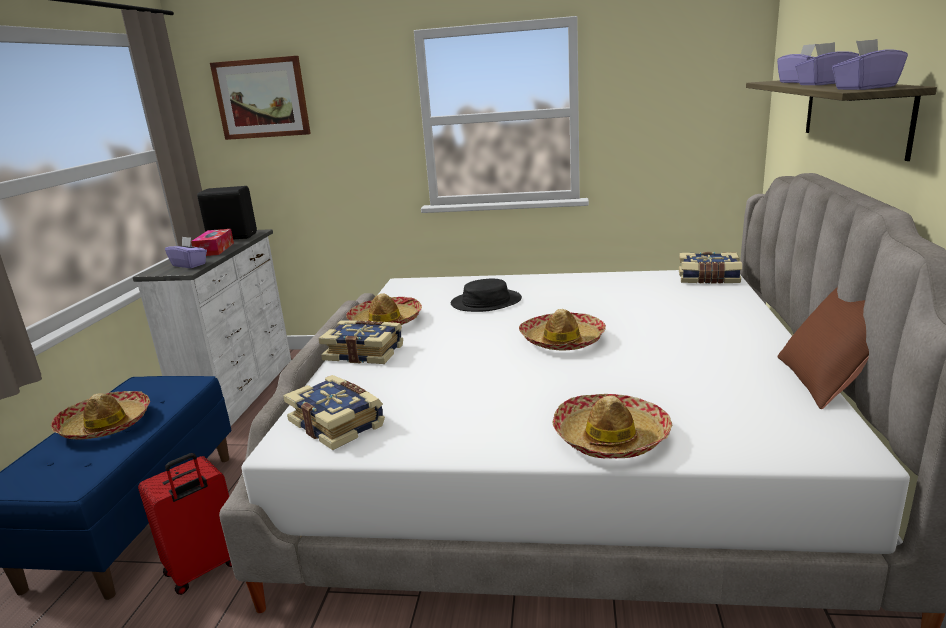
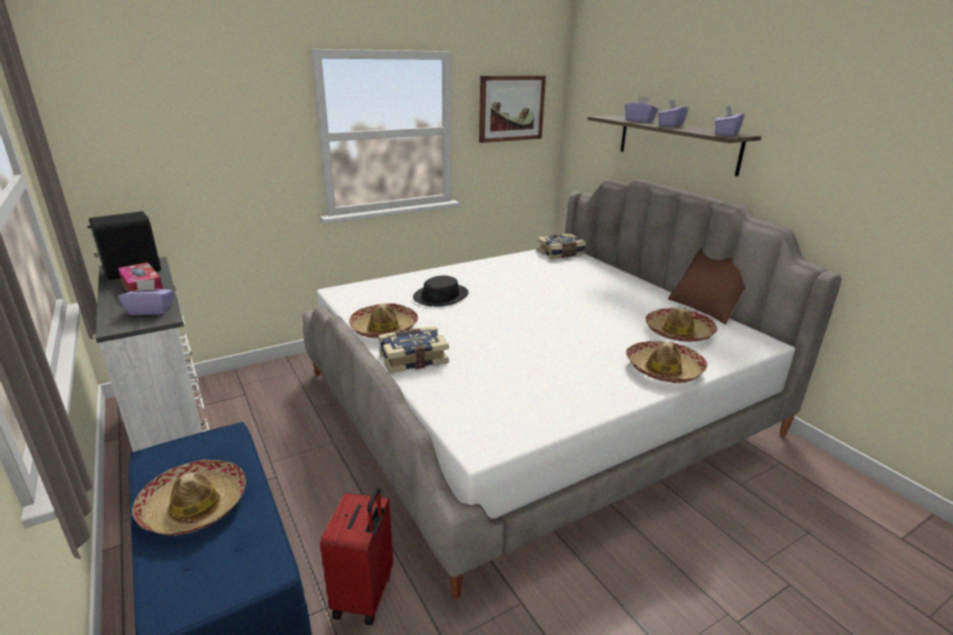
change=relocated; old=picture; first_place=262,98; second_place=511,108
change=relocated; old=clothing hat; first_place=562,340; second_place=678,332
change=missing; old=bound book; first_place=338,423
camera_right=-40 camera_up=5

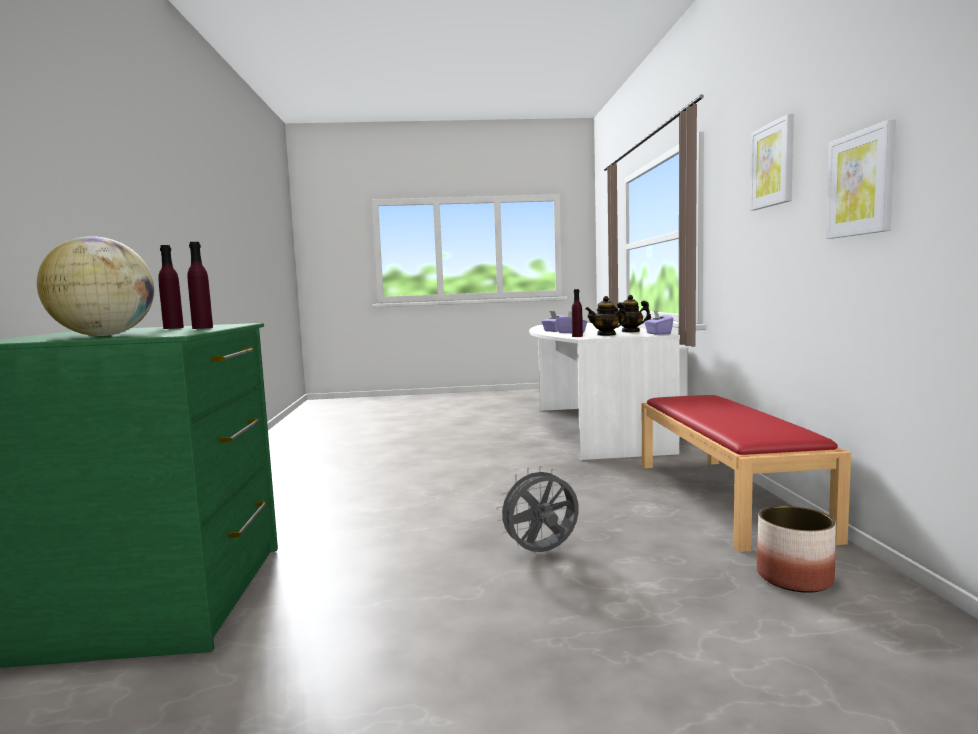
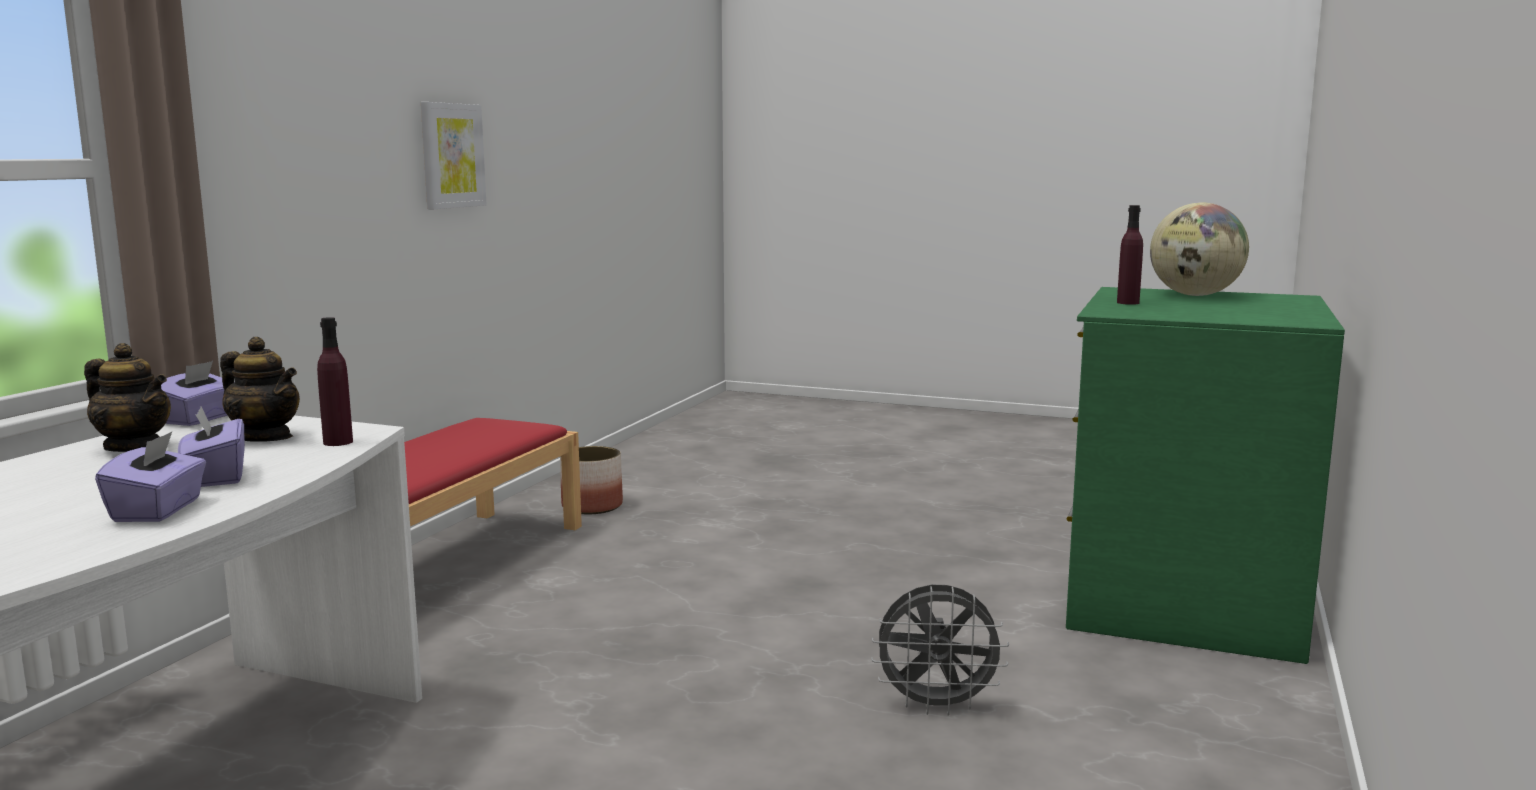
change=missing; old=picture; first_place=773,165
change=missing; old=purplish beverage bottle; first_place=173,328
change=relocated; old=greyish electric fan; first_place=541,553; second_place=937,706
camera_right=-155 camera_up=5

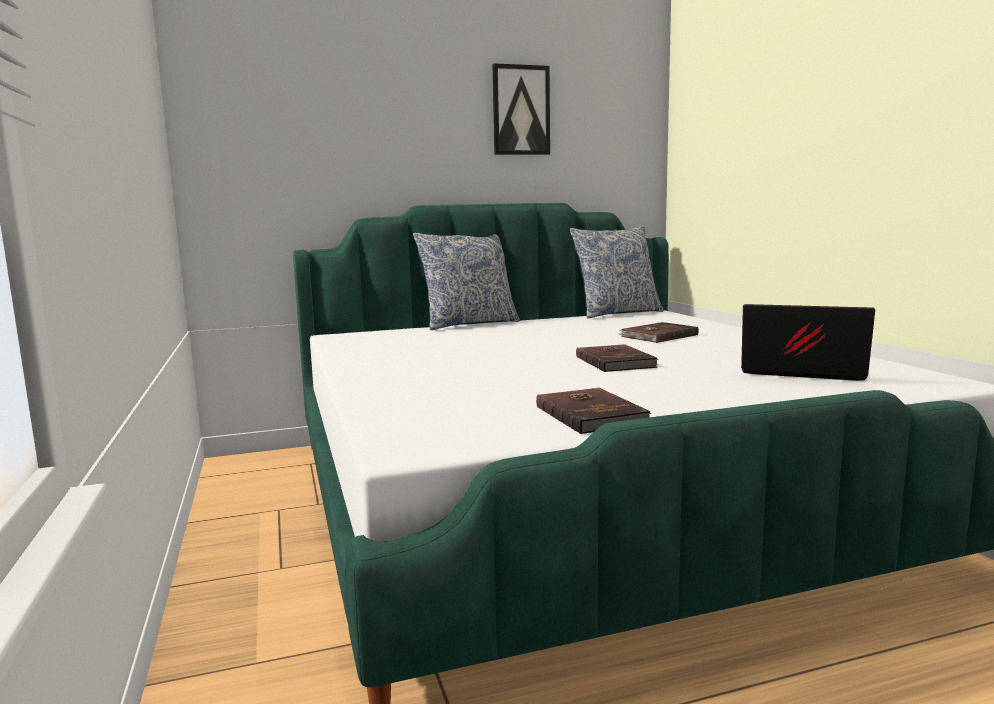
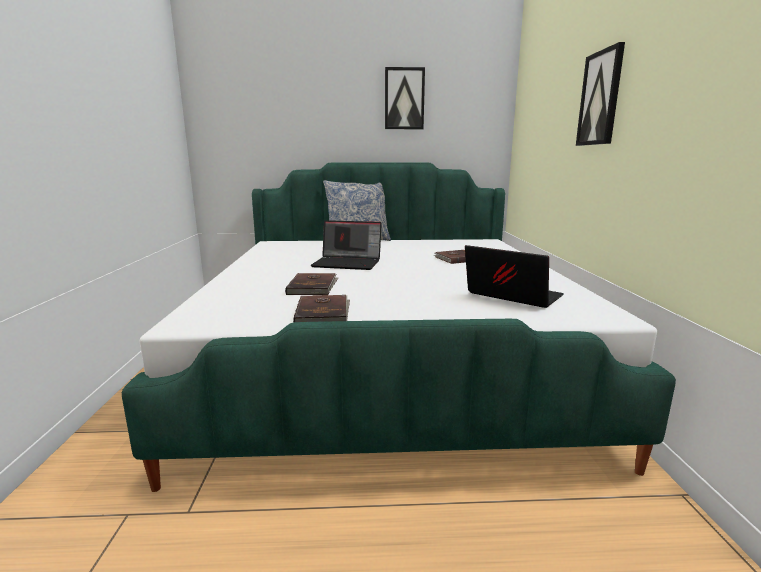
change=missing; old=throw pillow; first_place=616,313
change=relocated; old=brown bound book; first_place=616,362; second_place=313,286
change=appeared; new=picture; second_place=600,98
change=appeared; new=portable computer; second_place=348,263
camera_right=15 camera_up=5

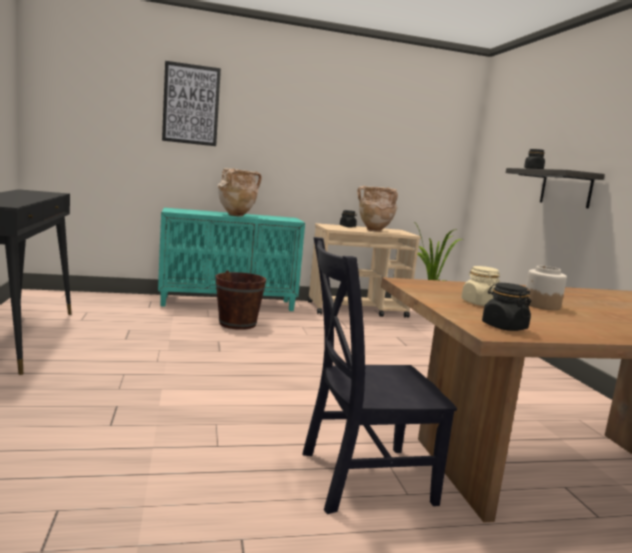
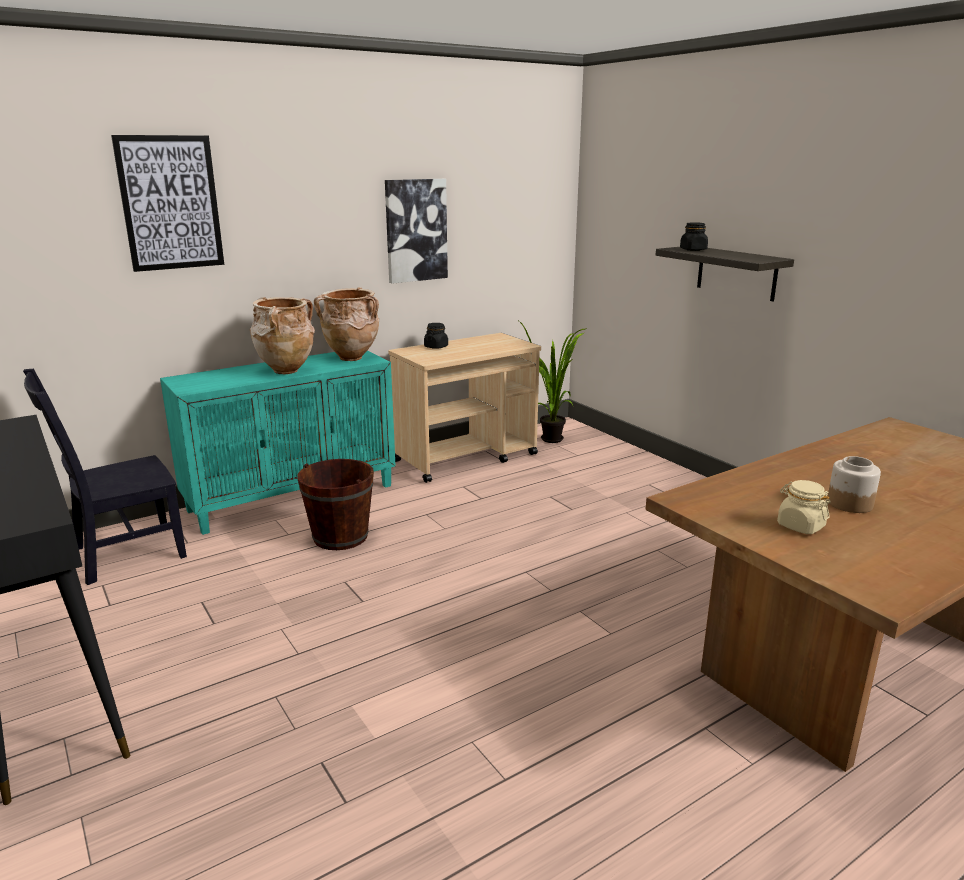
change=relocated; old=beige-coloured decorative vase; first_place=375,230; second_place=352,358
change=relocated; old=black chair; first_place=360,477; second_place=123,554
change=missing; old=black storage jar; first_place=504,327
change=appeared; new=picture; second_place=415,230
camera_right=-20 camera_up=10

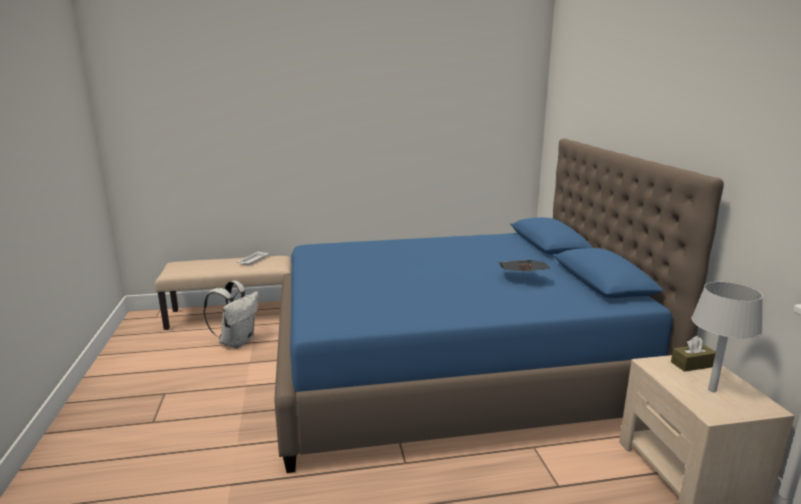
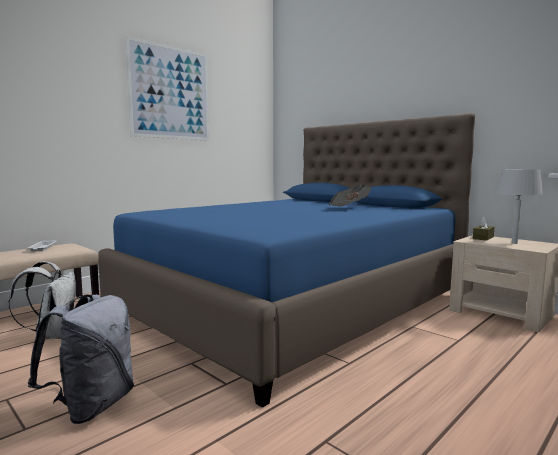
change=appeared; new=picture; second_place=170,93
change=appeared; new=greyish backpack; second_place=92,406
camera_right=-35 camera_up=-10

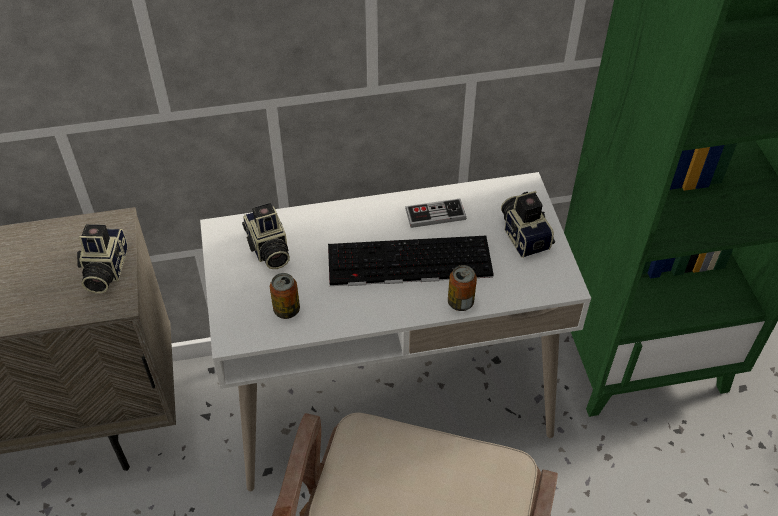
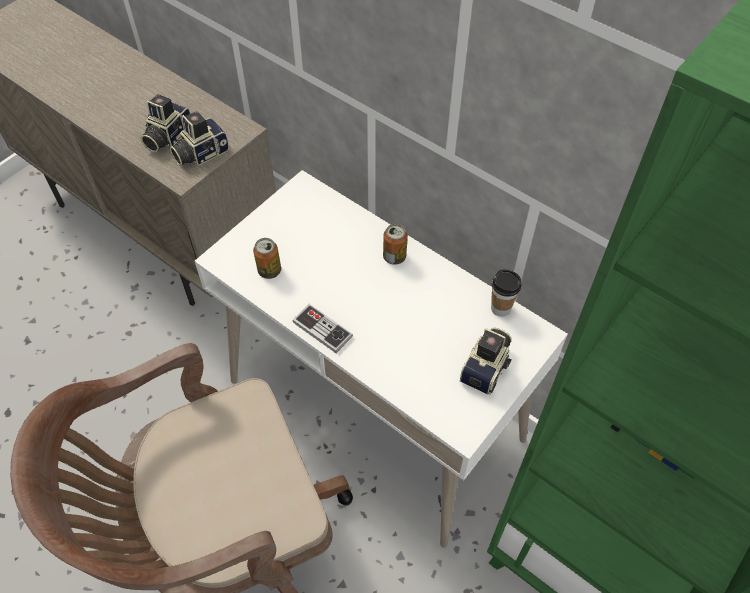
change=relocated; old=gamepad; first_place=435,214; second_place=322,329
change=relocated; old=photo camera; first_place=268,249; second_place=167,136
change=missing; old=computer keyboard; first_place=407,263
change=relocated; old=sealed can; first_place=460,302; second_place=394,257
change=appeared; new=small cup; second_place=500,308
camera_right=50 camera_up=5

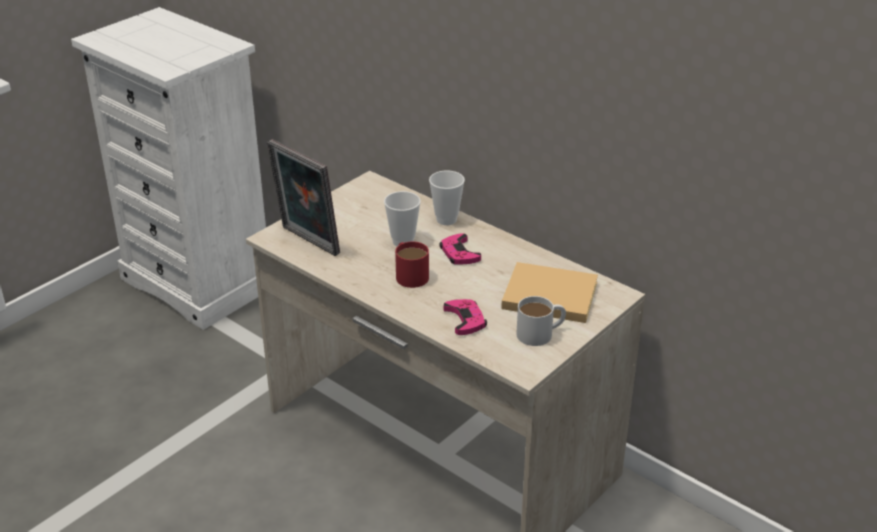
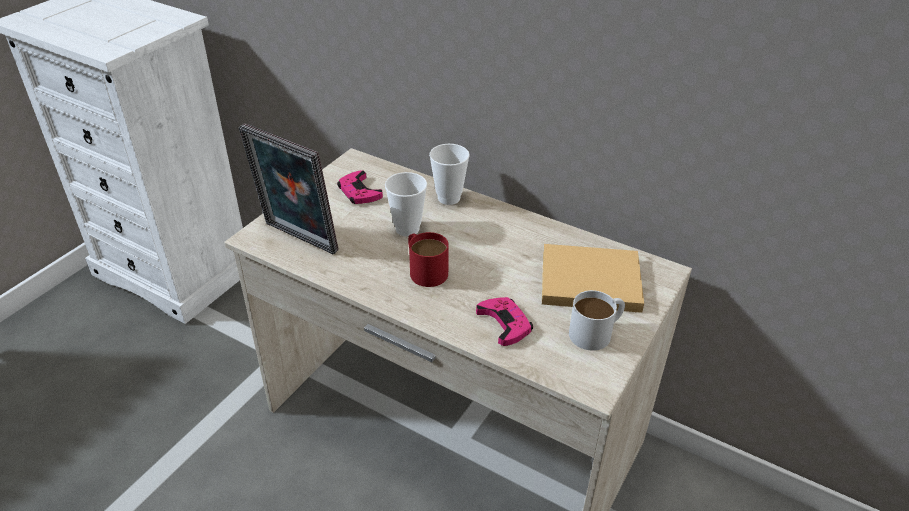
change=relocated; old=pinkish gamepad; first_place=459,253; second_place=359,192
camera_right=-10 camera_up=5

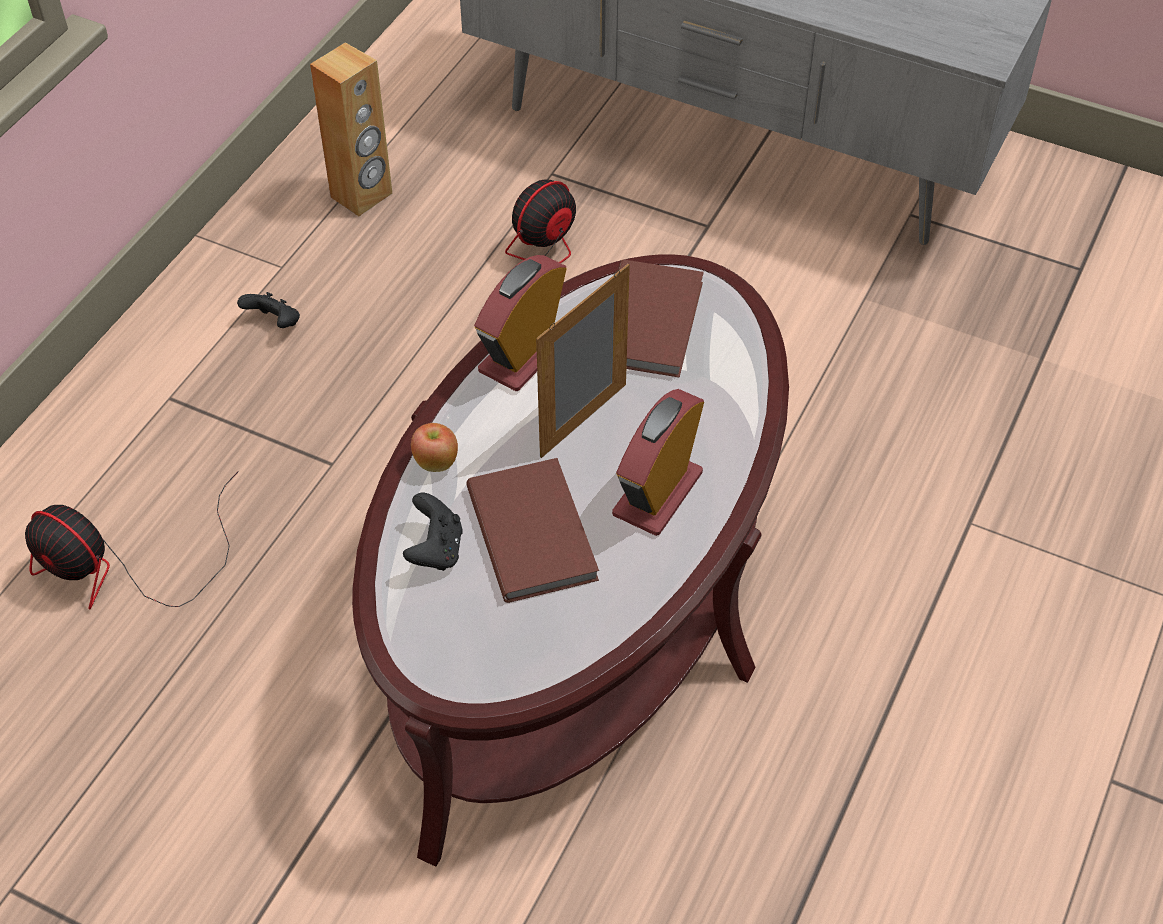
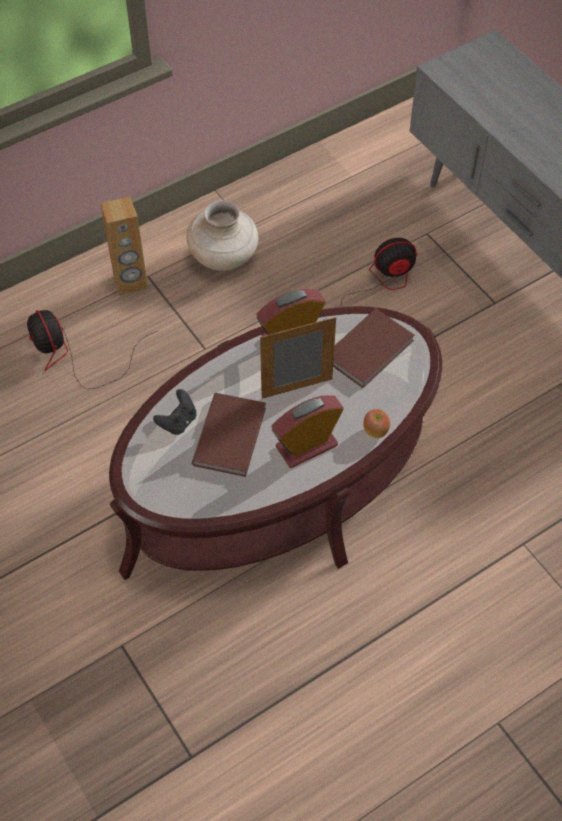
change=relocated; old=brown loudspeaker; first_place=362,195; second_place=131,283
change=exchanged; old=black gamepad; new=beige-coloured decorative vase; first_place=274,323; second_place=224,258
change=relocated; old=apple; first_place=436,462; second_place=376,431
camera_right=30 camera_up=5

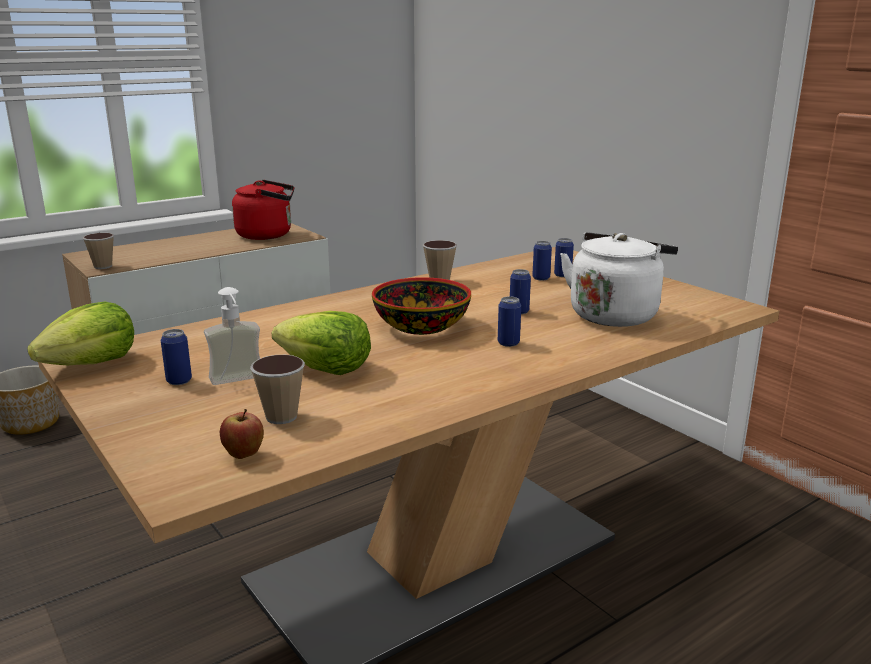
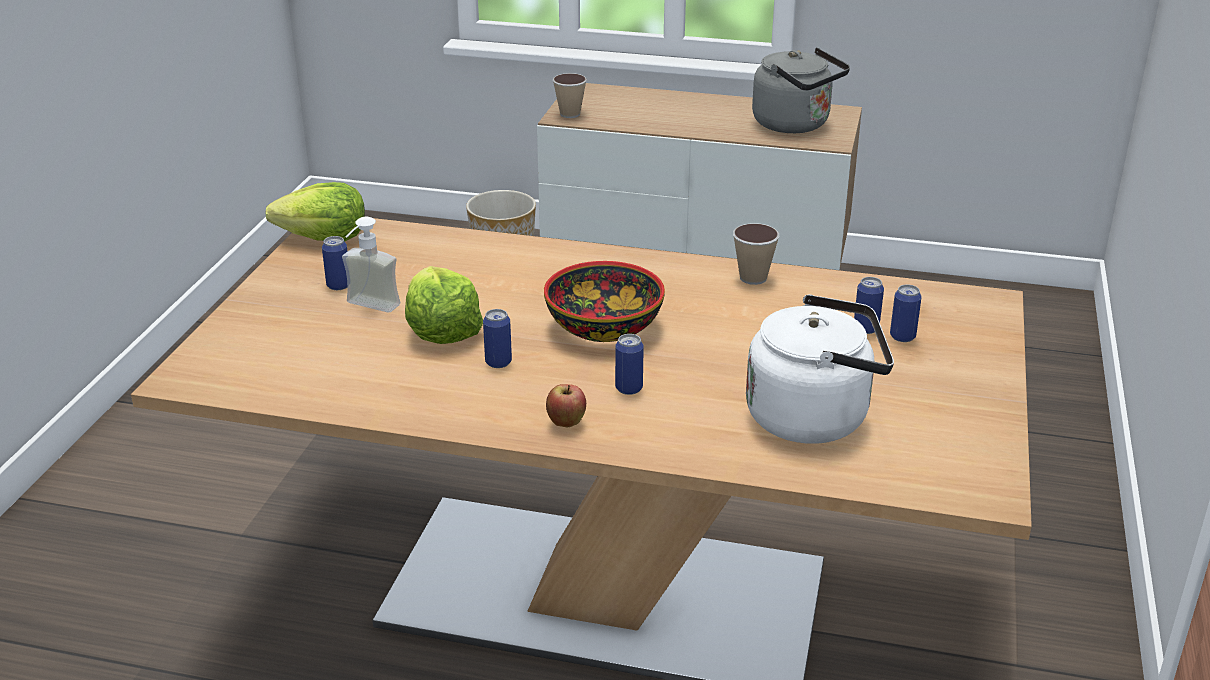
change=colour; old=red-coloured tea kettle; new=greyish tea kettle; first_place=268,235; second_place=795,125
change=relocated; old=sealed can; first_place=519,311; second_place=498,362
change=missing; old=small cup; first_place=281,417
change=relocated; old=apple; first_place=244,455; second_place=566,424
camera_right=50 camera_up=10

